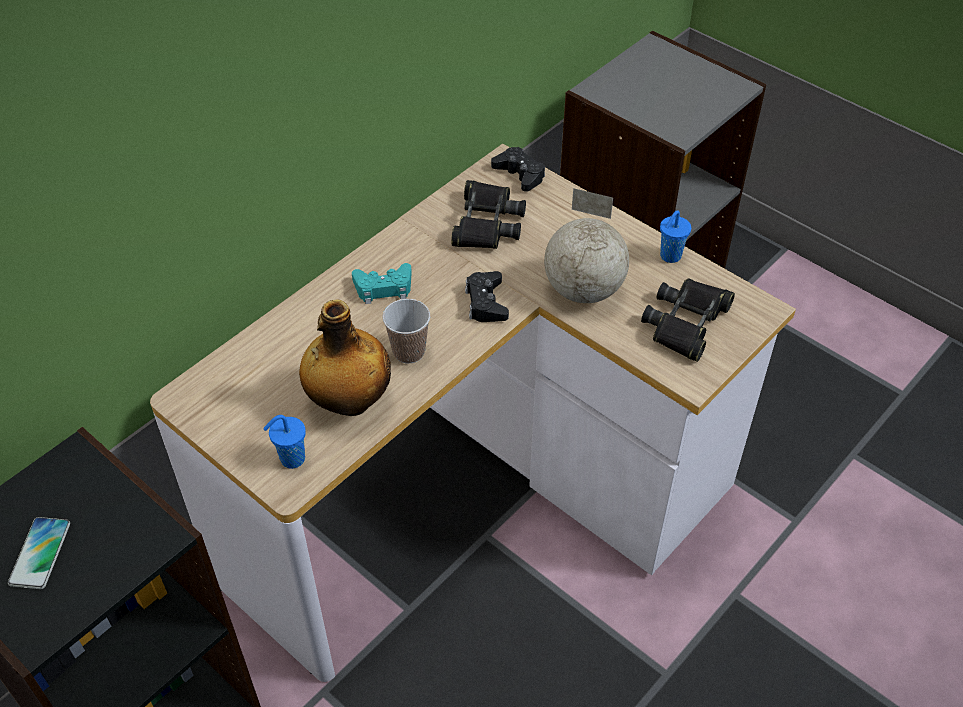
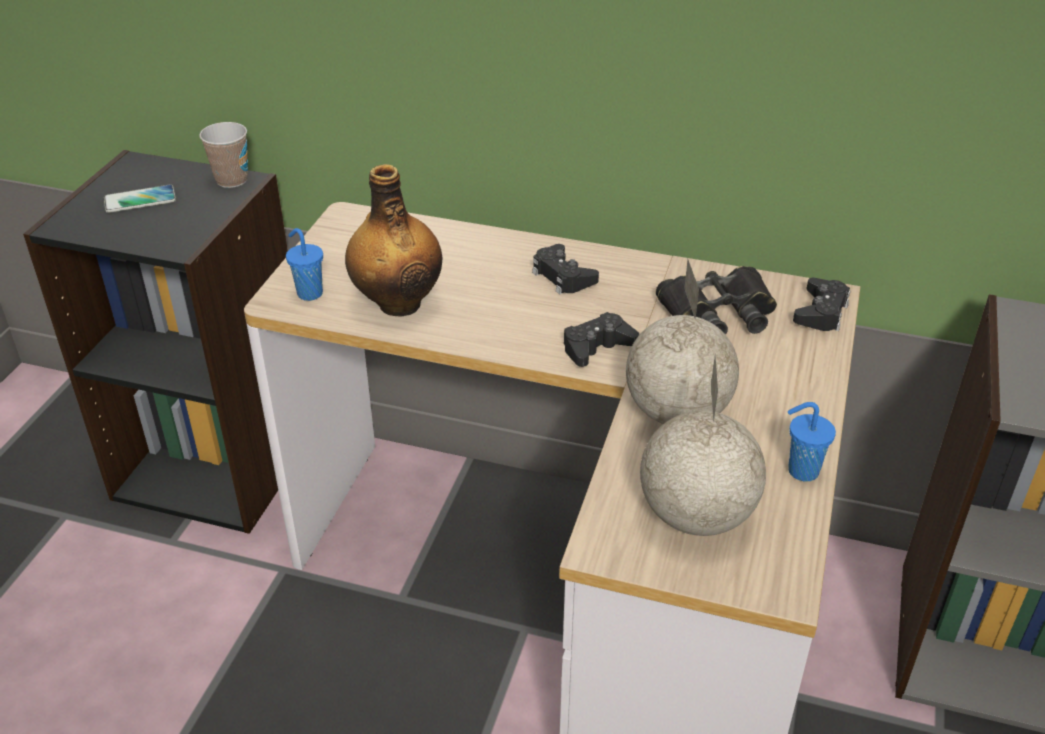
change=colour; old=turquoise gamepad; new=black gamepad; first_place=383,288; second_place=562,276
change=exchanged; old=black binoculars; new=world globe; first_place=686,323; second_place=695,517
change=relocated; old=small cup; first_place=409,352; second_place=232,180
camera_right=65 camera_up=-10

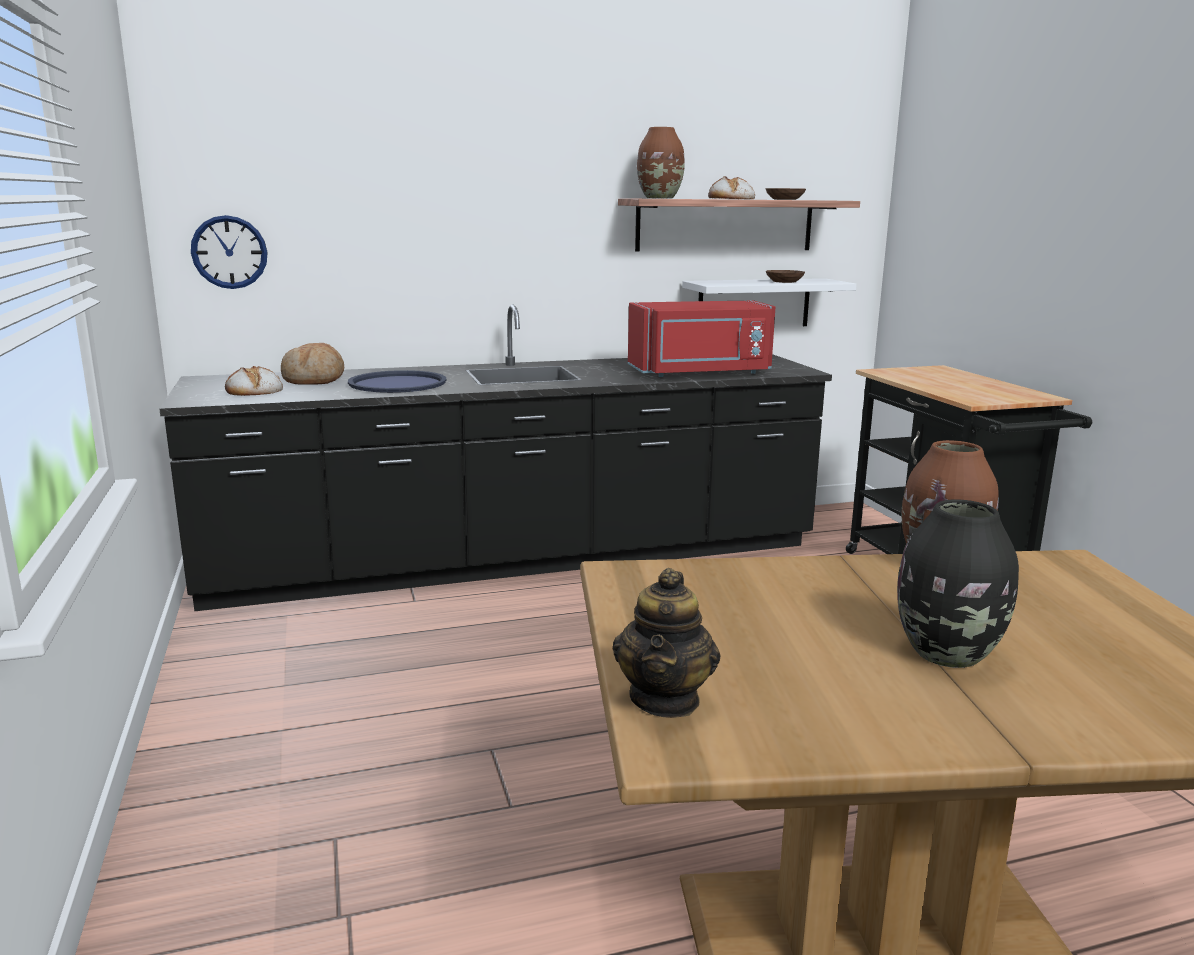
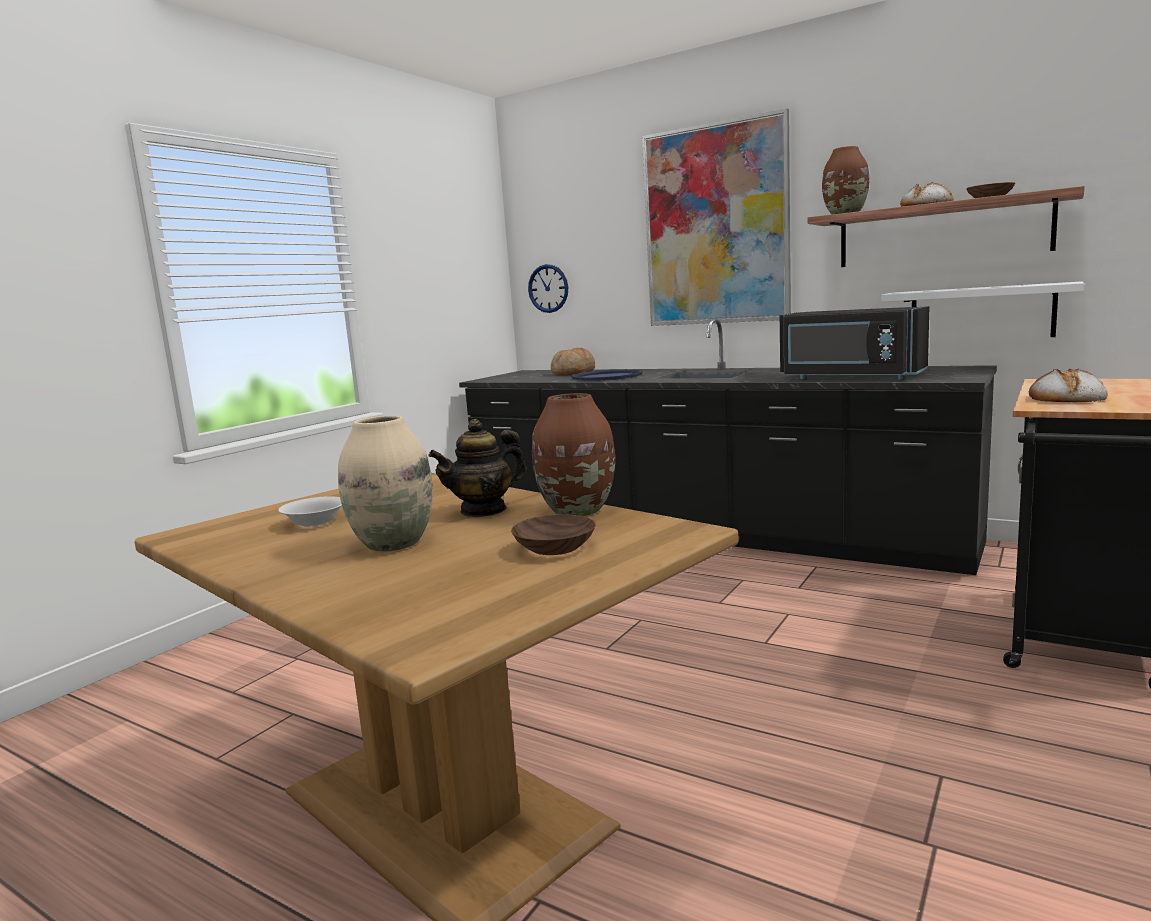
change=relocated; old=brown serving bowl; first_place=785,281; second_place=557,547
change=colour; old=red-coloured microwave oven; new=black microwave oven; first_place=701,372; second_place=850,377
change=relocated; old=baked bread; first_place=253,391; second_place=1065,398
change=colour; old=black decorative vase; new=beige-coloured decorative vase; first_place=948,654; second_place=393,544
change=relocated; old=pot for tea; first_place=665,699; second_place=484,510
change=appeared; new=picture; second_place=715,225
change=appeared; new=whitish serving bowl; second_place=314,522
camera_right=50 camera_up=-5

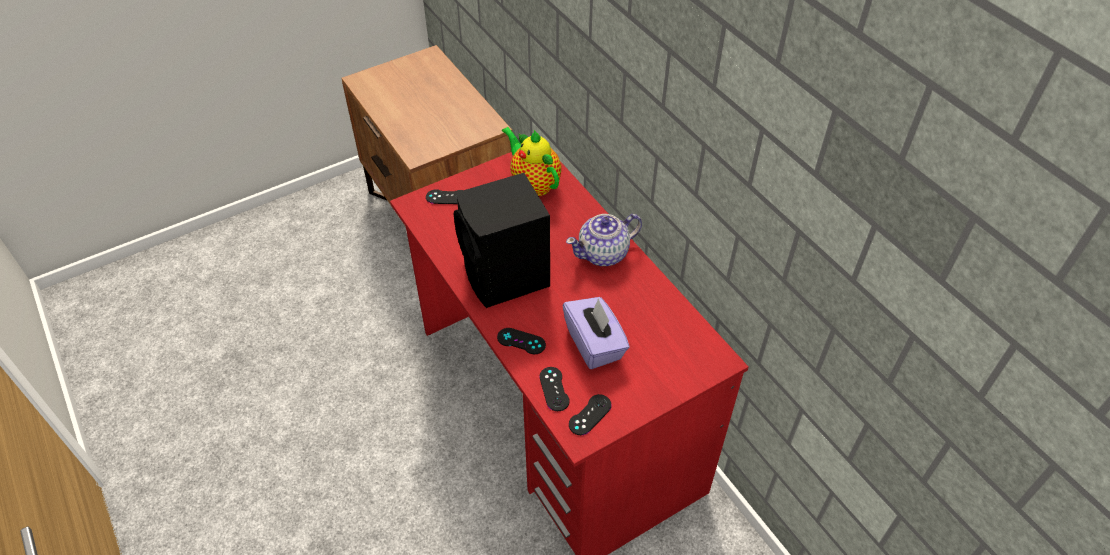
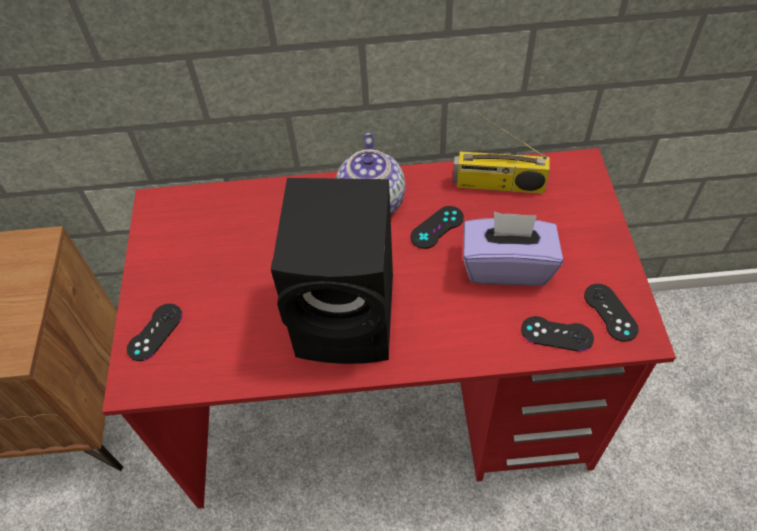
change=missing; old=pot for tea; first_place=533,183
change=relocated; old=black gamepad; first_place=521,341; second_place=437,227
change=appeared; new=radio receiver; second_place=498,185
camera_right=-60 camera_up=5

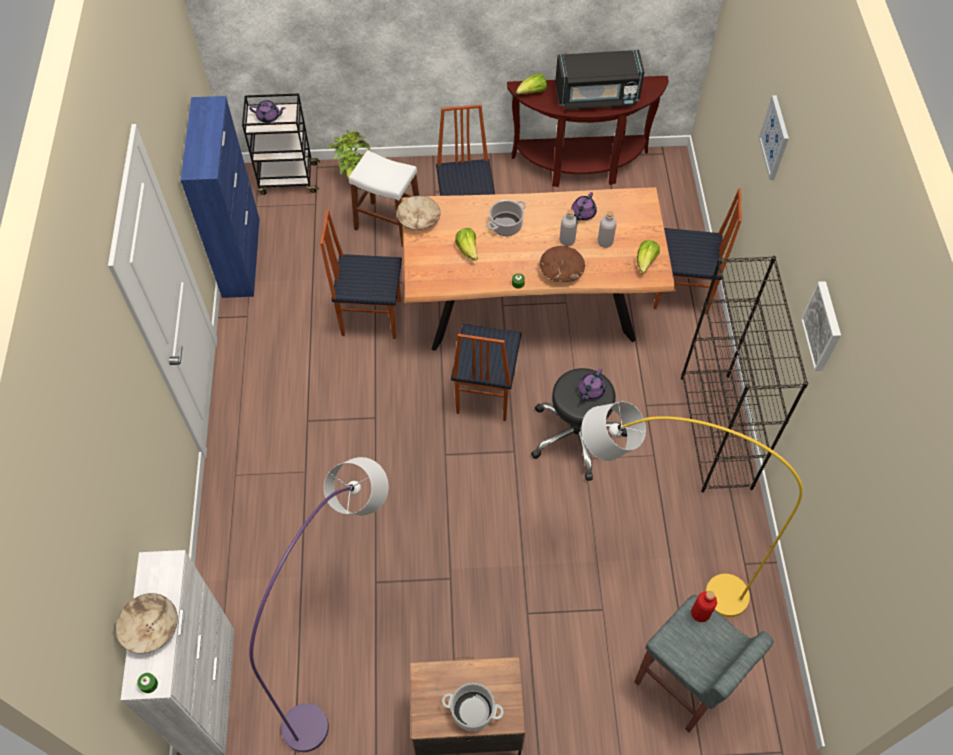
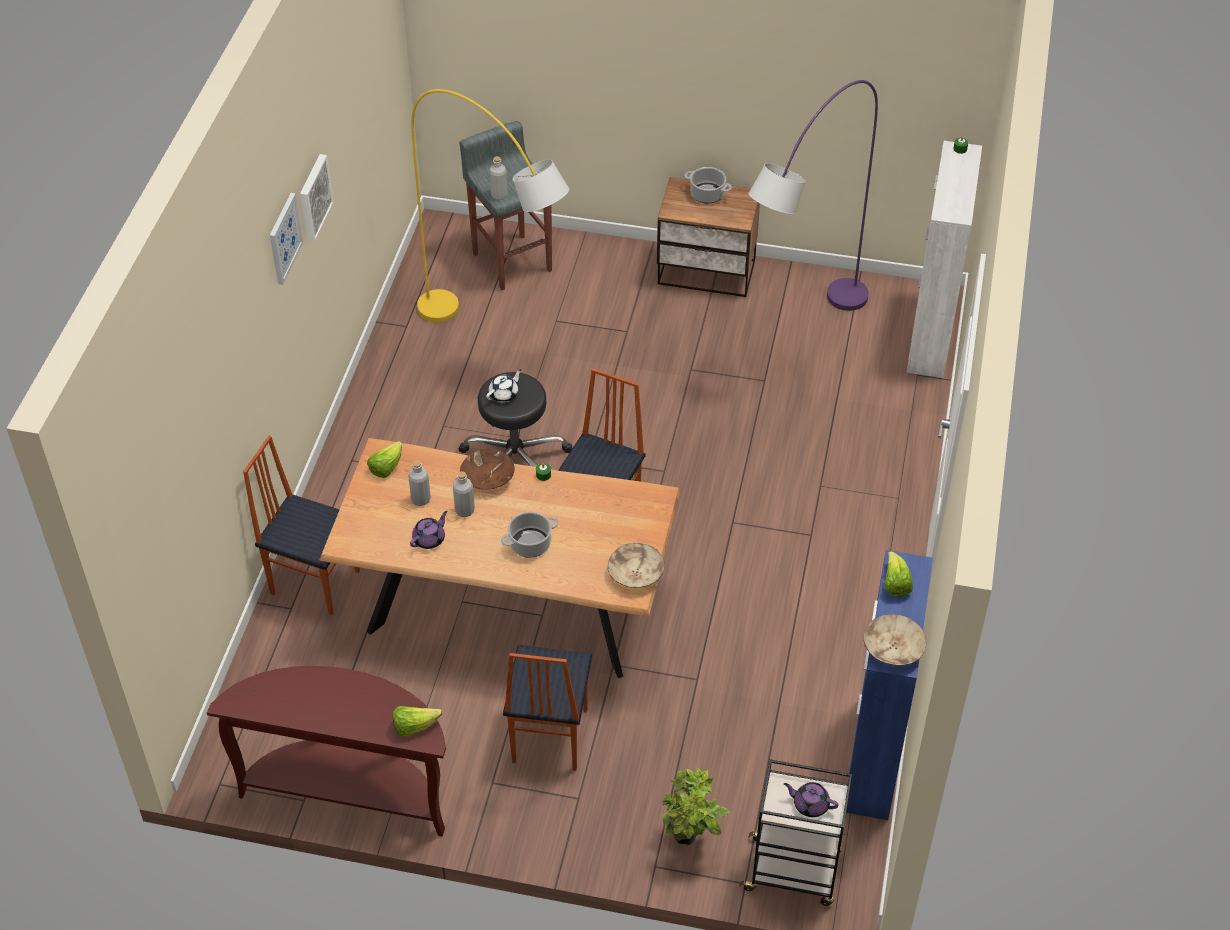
change=missing; old=black microwave oven; first_place=597,96
change=relocated; old=picture; first_place=775,138; second_place=284,238
change=missing; old=whitish stool seat; first_place=388,224
change=missing; old=chair; first_place=371,317
change=relocated; old=lettuce; first_place=468,250; second_place=895,584
change=missing; old=black bookshelf; first_place=716,432
change=colour; old=purplish pot for tea; new=whitish pot for tea; first_place=590,390; second_place=504,394
change=colour; old=red-coloured beverage bottle; new=greyish beverage bottle; first_place=700,613; second_place=499,195
change=relocated; old=beige-coloured serving bowl; first_place=150,627; second_place=892,649
camera_right=-165 camera_up=-10

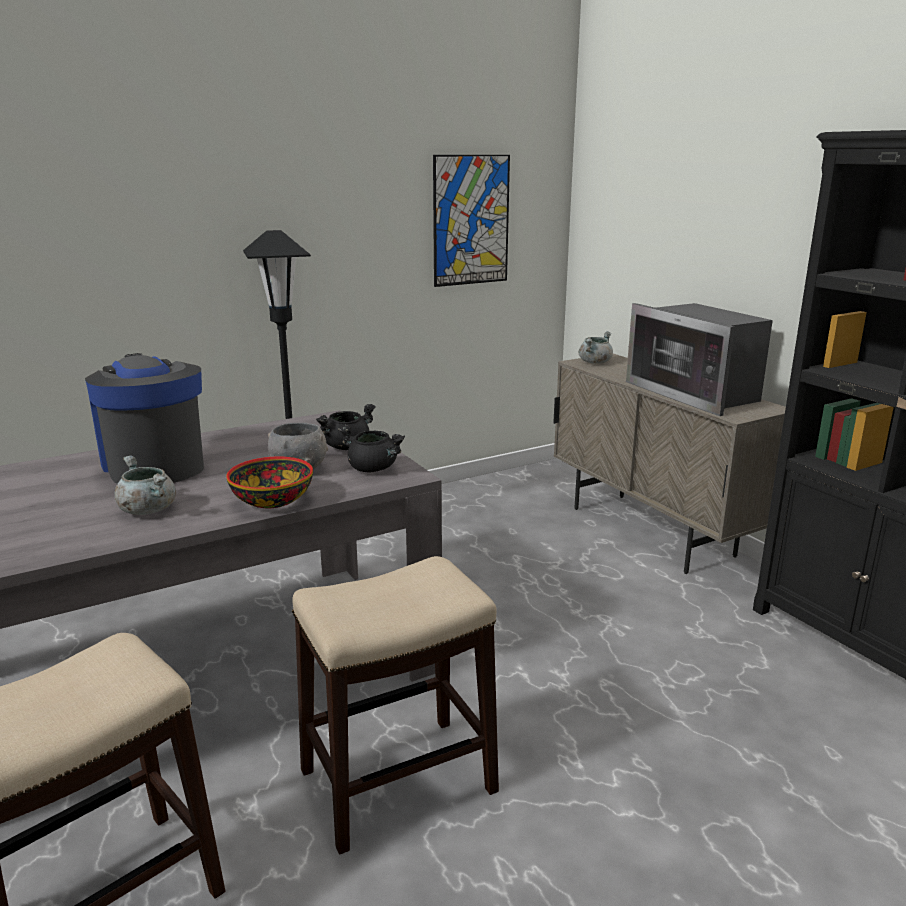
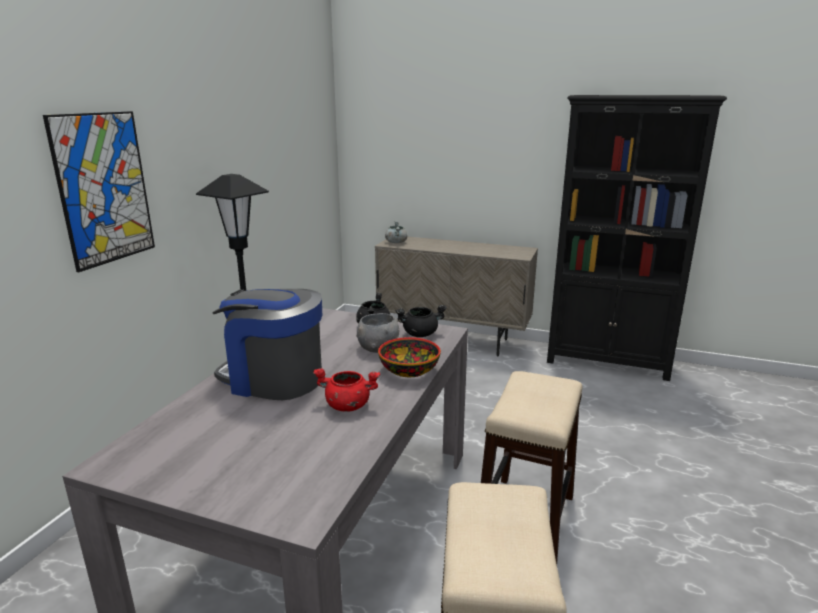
change=relocated; old=picture; first_place=471,220; second_place=104,189
change=missing; old=microwave oven; first_place=695,393
change=colour; old=greyish cooking pot; new=red-coloured cooking pot; first_place=147,510; second_place=347,406
camera_right=-40 camera_up=0

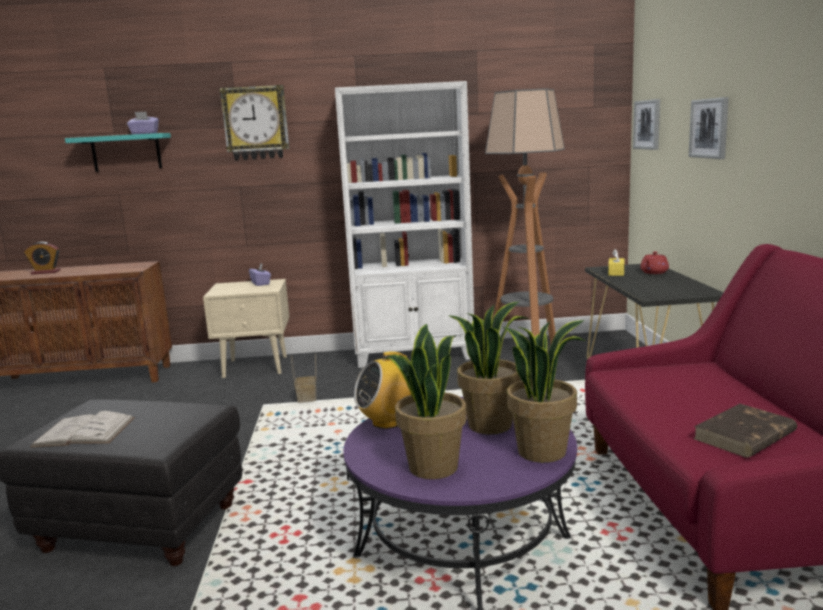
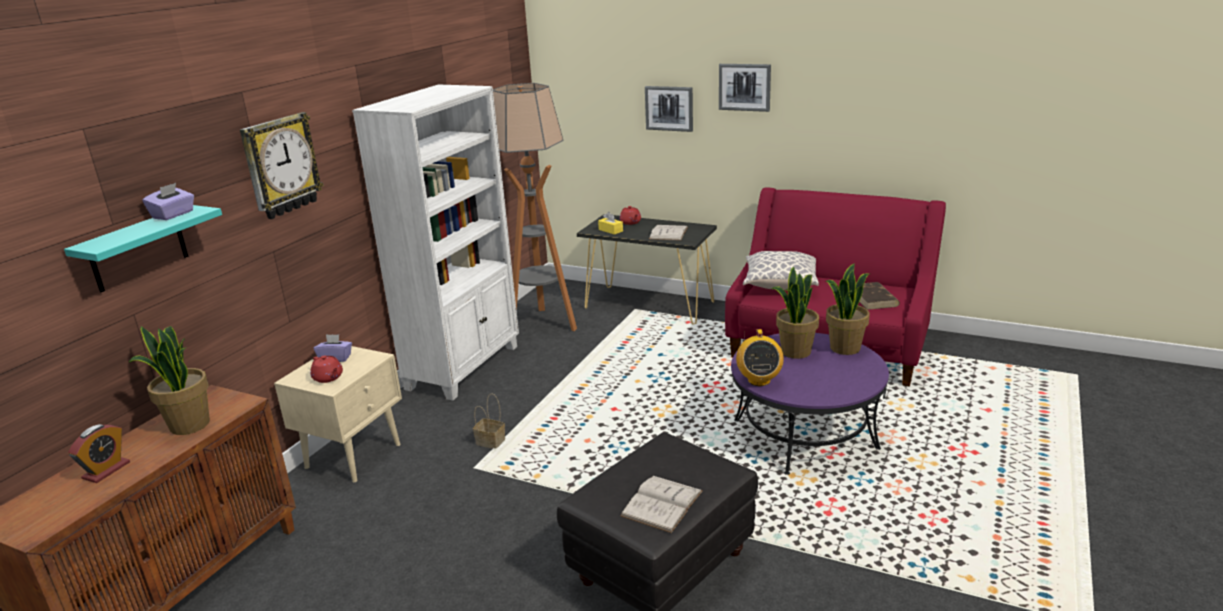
change=relocated; old=picture; first_place=647,124; second_place=744,87
change=relocated; old=potted plant; first_place=432,467; second_place=189,425
change=appeared; new=whitish bound book; second_place=668,233
change=appeared; new=throw pillow; second_place=780,284
change=appeared; new=red-coloured pot for tea; second_place=328,378
camera_right=-60 camera_up=10

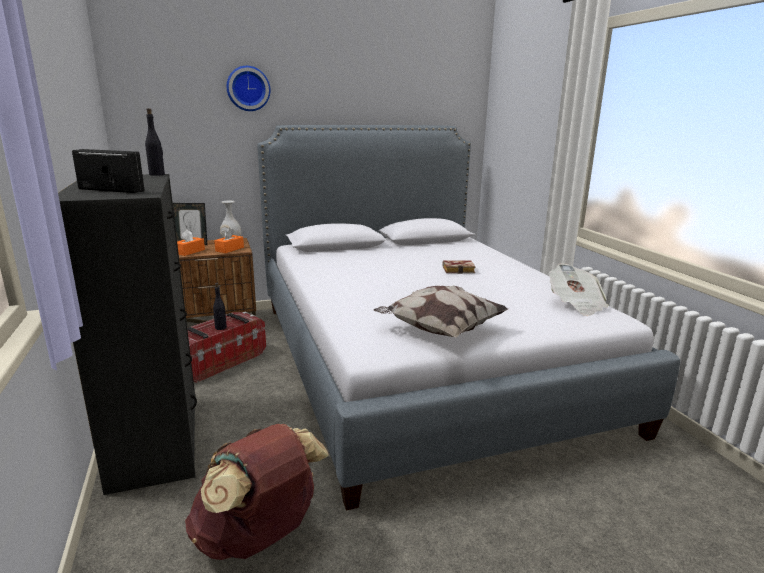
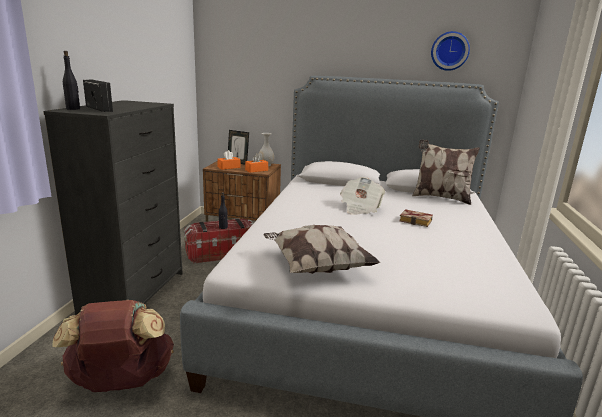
change=relocated; old=hanging clock; first_place=248,88; second_place=449,51
change=relocated; old=black beverage bottle; first_place=157,174; second_place=73,109
change=relocated; old=daily paper; first_place=576,304; second_place=360,208
change=appeared; new=throw pillow; second_place=440,197
camera_right=30 camera_up=0

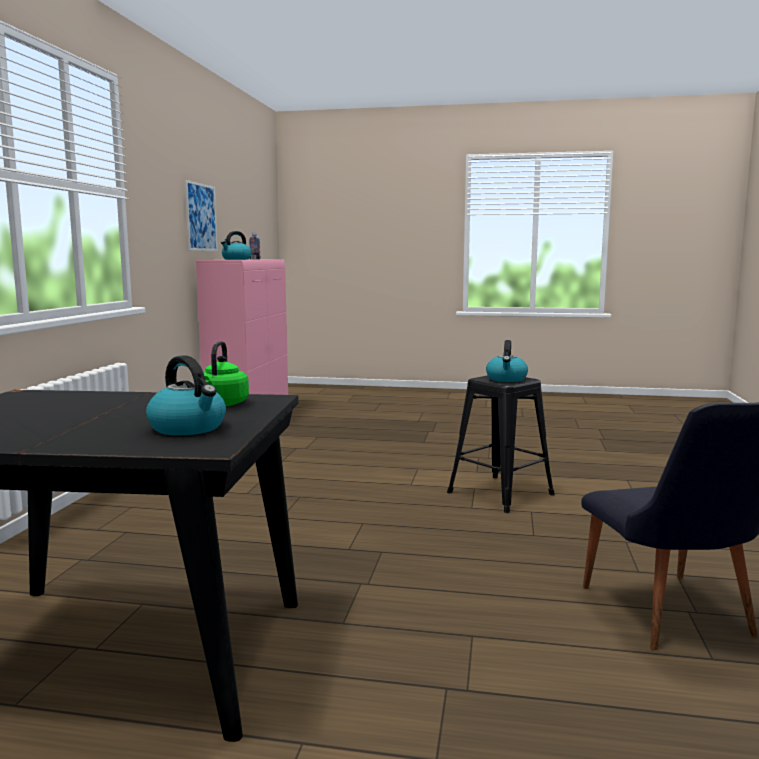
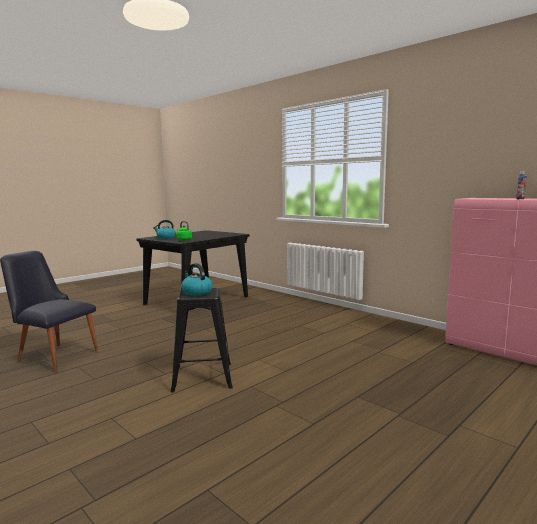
change=missing; old=picture; first_place=201,217
change=missing; old=tea kettle; first_place=236,259
camera_right=125 camera_up=0

